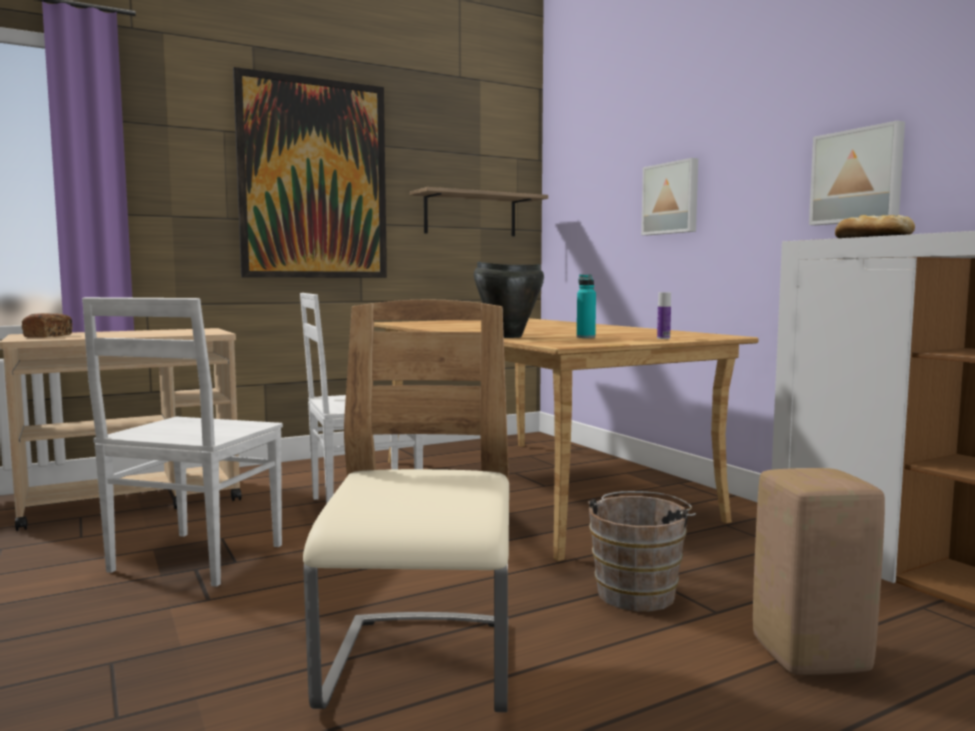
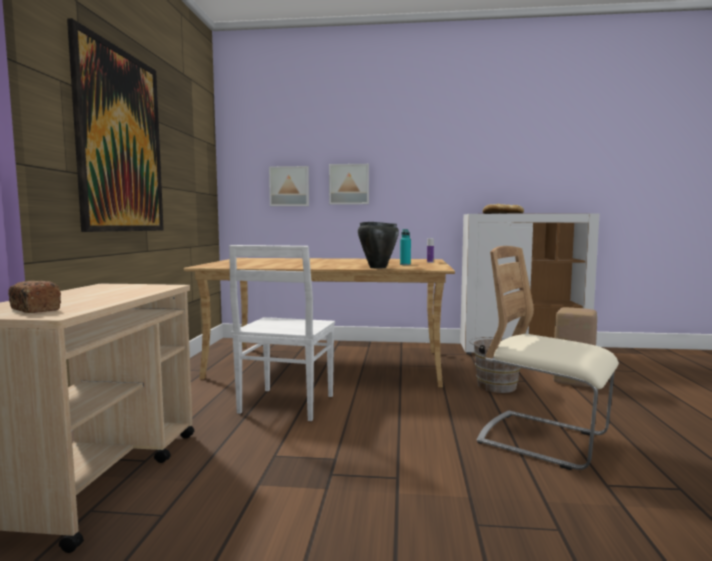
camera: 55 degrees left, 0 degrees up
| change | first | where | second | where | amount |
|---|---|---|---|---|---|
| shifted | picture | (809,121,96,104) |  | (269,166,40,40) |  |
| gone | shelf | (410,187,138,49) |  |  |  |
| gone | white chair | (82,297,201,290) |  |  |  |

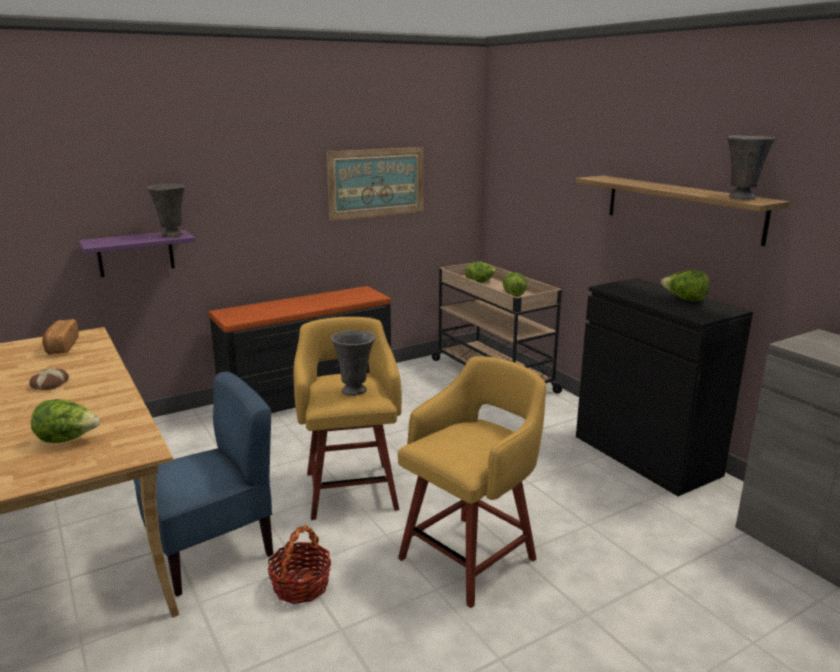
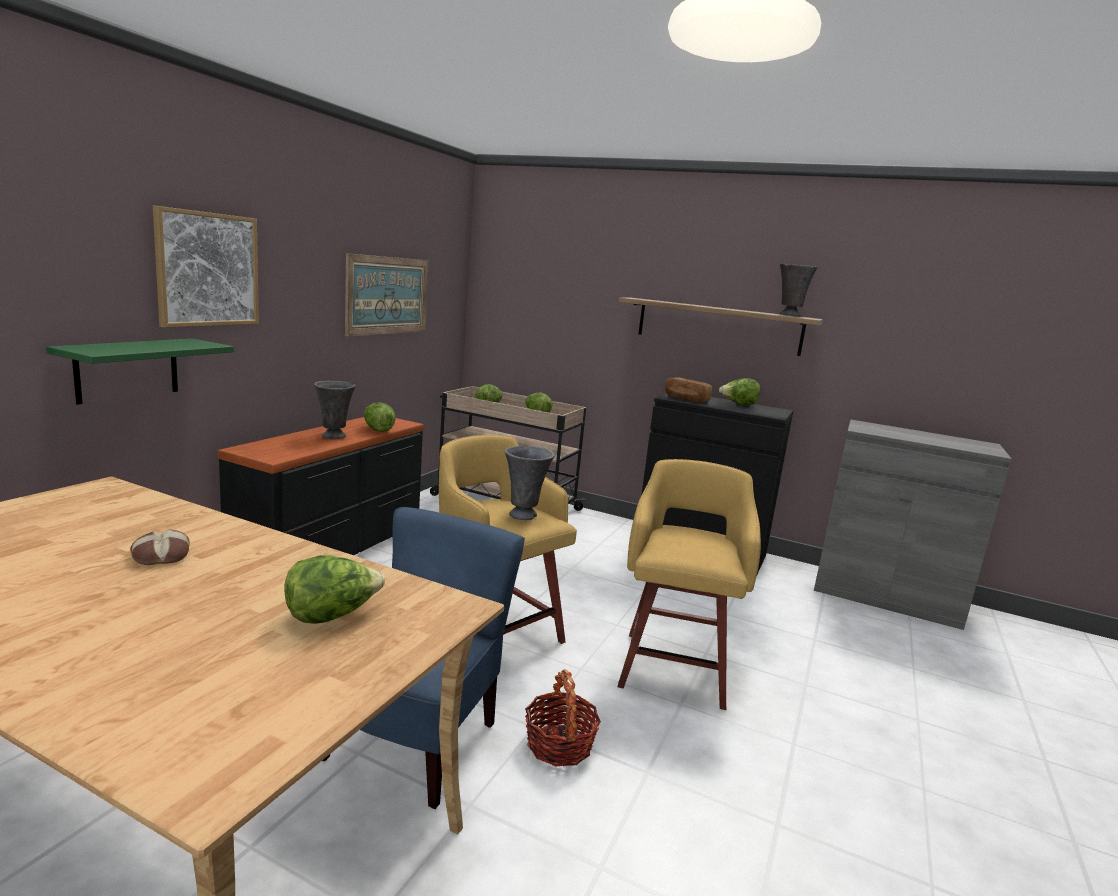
camera: 35 degrees left, 5 degrees down
| change | first | where | second | where | amount |
|---|---|---|---|---|---|
| shifted | grey vase | (147,184,38,53) |  | (314,381,42,58) |  |
| repainted | purple shelf | (78,230,118,47) | green shelf | (46,338,188,67) |  |
| shifted | bread | (42,319,37,36) |  | (665,377,47,26) |  |
| new |  |  | picture | (153,206,106,121) |  |
| new |  |  | lettuce | (364,402,32,30) |  |

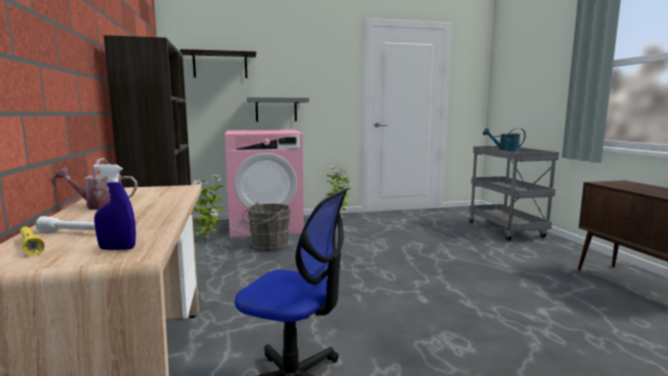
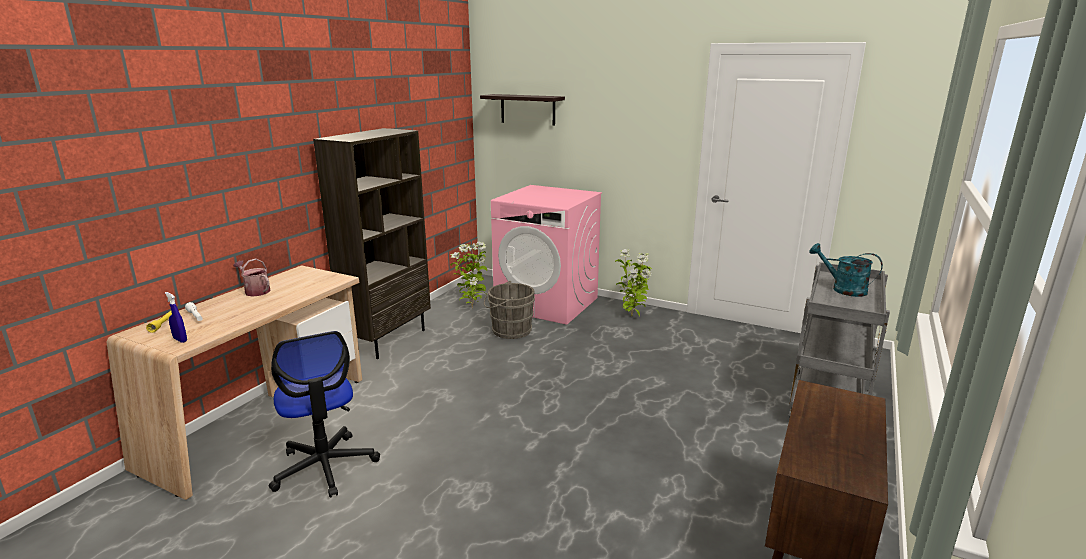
camera: 40 degrees right, 10 degrees up
| change | first | where | second | where | amount |
|---|---|---|---|---|---|
| gone | grey shelf | (247,97,62,25) |  |  |  |

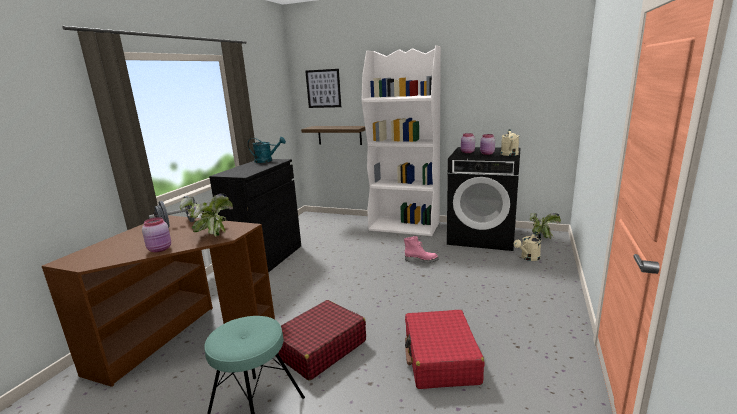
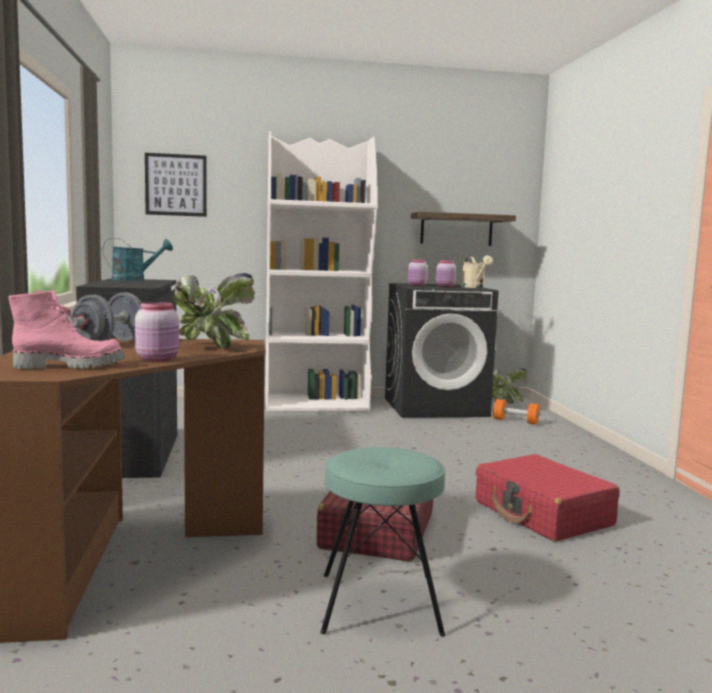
camera: 30 degrees left, 10 degrees down
| change | first | where | second | where | amount |
|---|---|---|---|---|---|
| shifted | shelf | (301,126,65,19) |  | (411,212,105,34) |  |
| swapped | beige watering can | (514,232,27,29) | orange dumbbell | (493,399,47,26) |  |
| shifted | pink boot | (404,236,34,27) |  | (8,289,117,80) |  |

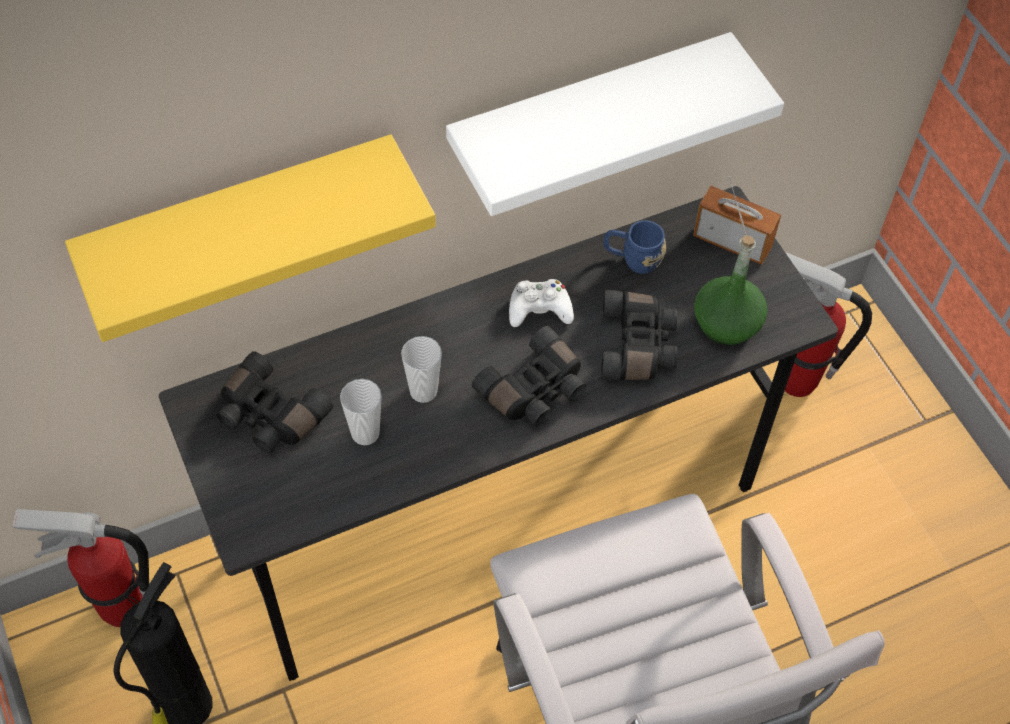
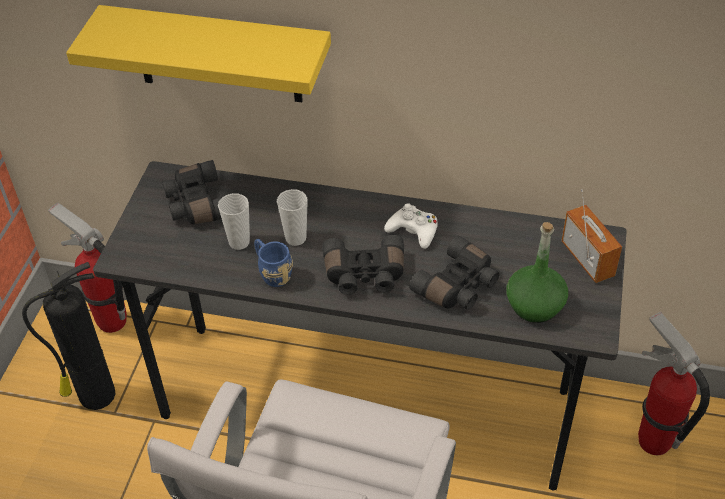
camera: 40 degrees right, 10 degrees down
| change | first | where | second | where | amount |
|---|---|---|---|---|---|
| gone | white shelf | (446,32,338,184) |  |  |  |
| shifted | blue mug | (603,220,63,54) |  | (254,239,39,48) |  |

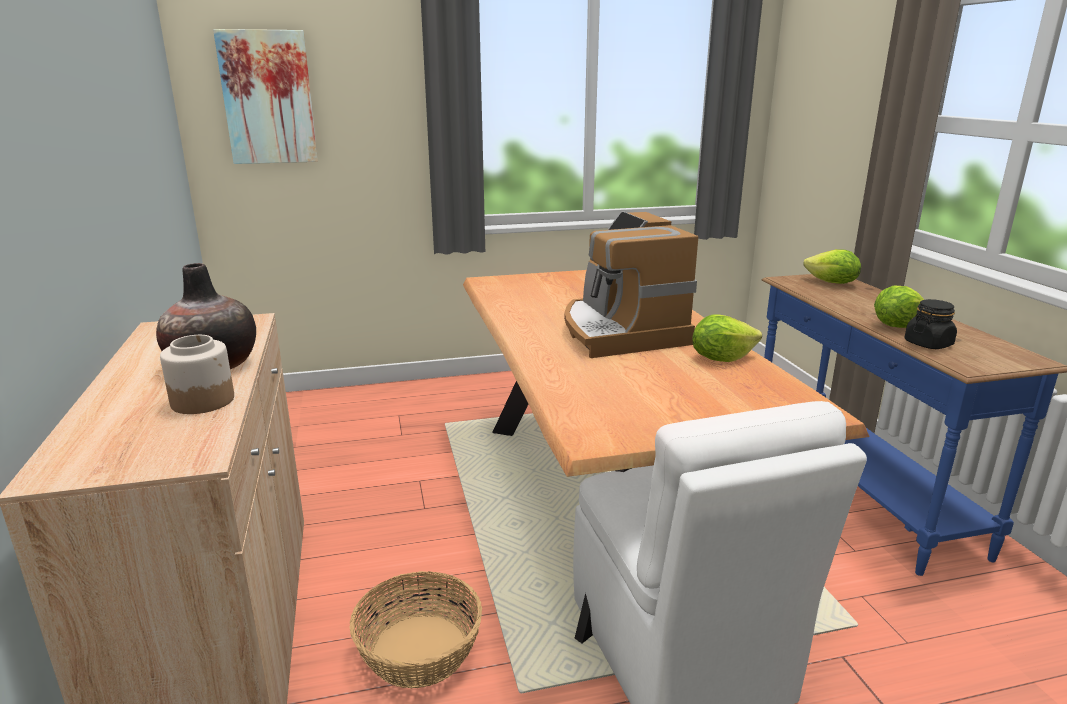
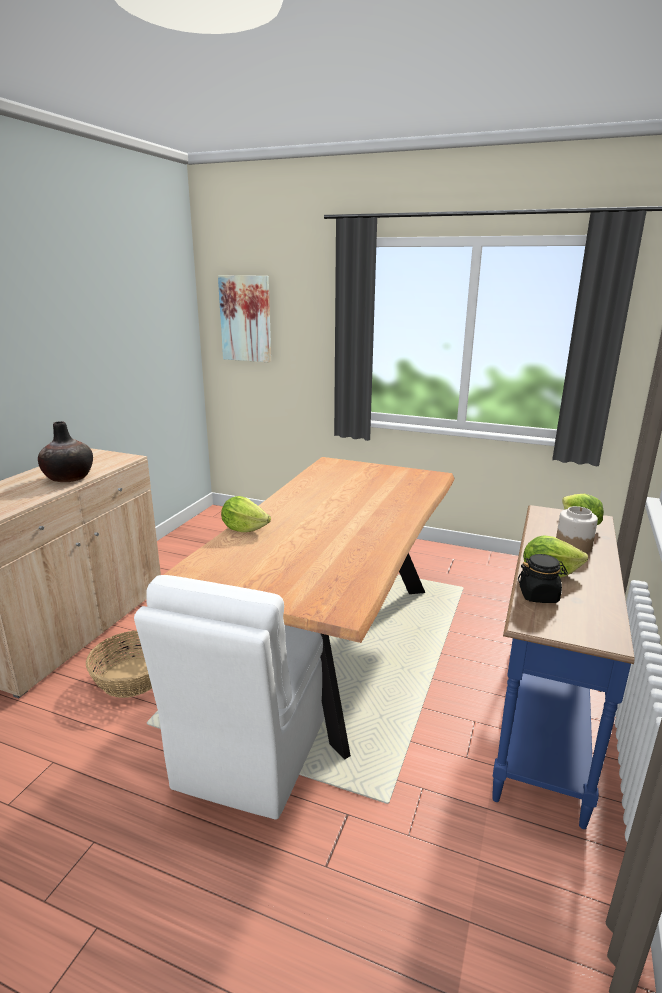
camera: 35 degrees right, 0 degrees up
| change | first | where | second | where | amount |
|---|---|---|---|---|---|
| gone | coffee machine | (564,211,134,147) |  |  |  |
| shifted | lettuce | (692,314,70,48) |  | (221,496,50,36) |  |
| shifted | jar | (160,335,74,79) |  | (556,506,42,47) |  |

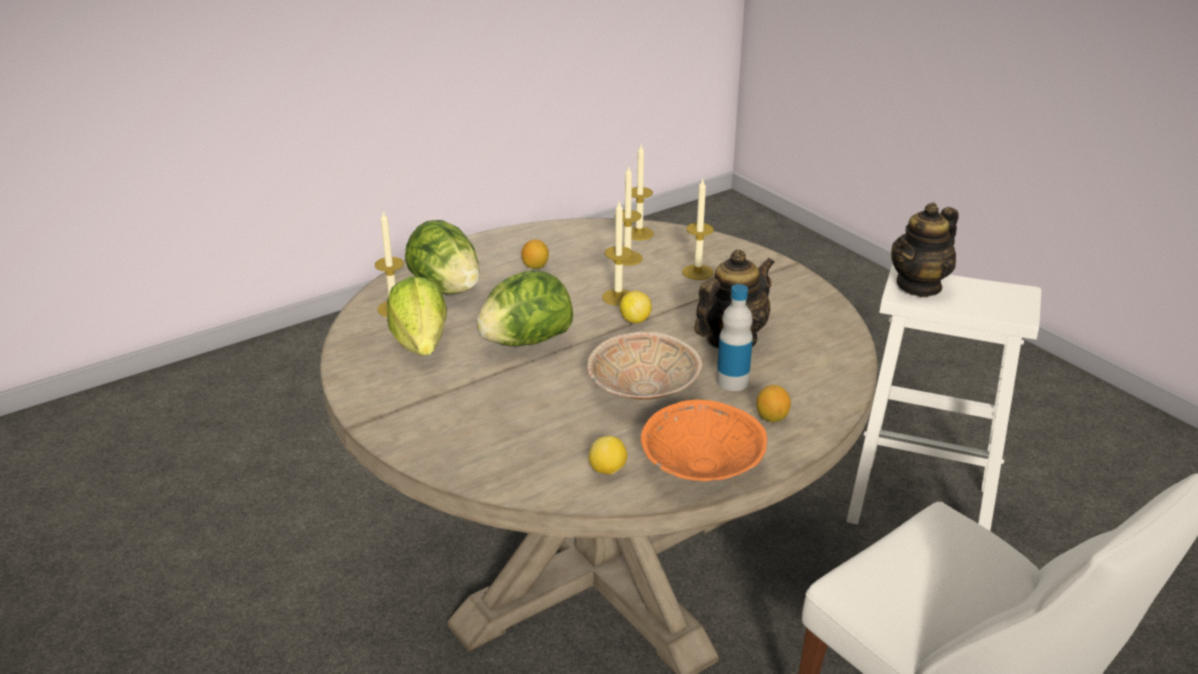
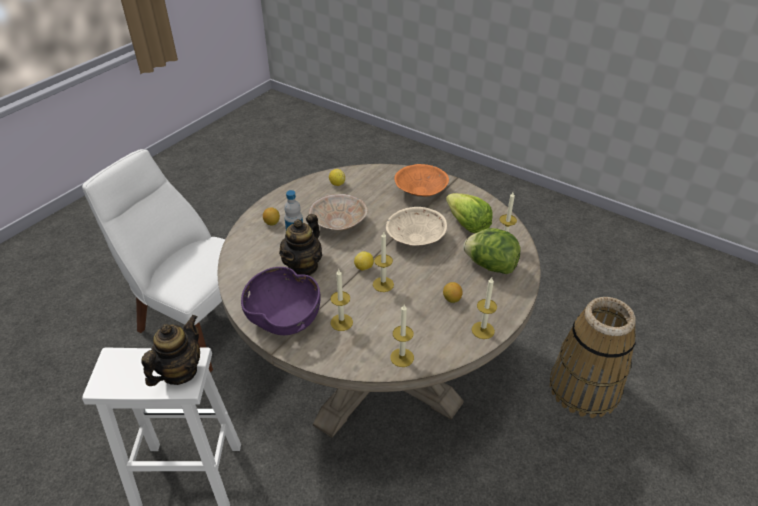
camera: 160 degrees right, 10 degrees up
| change | first | where | second | where | amount |
|---|---|---|---|---|---|
| shifted | candle | (613,167,30,99) |  | (472,277,25,62) |  |
| swapped | lettuce | (476,270,97,76) | beige bowl | (386,207,61,39) |  |
| shifted | orange bowl | (641,400,126,81) |  | (394,164,55,33) |  |
| new |  |  | purple bowl | (241,267,79,68) |  |
| new |  |  | basket | (550,297,86,121) |  |

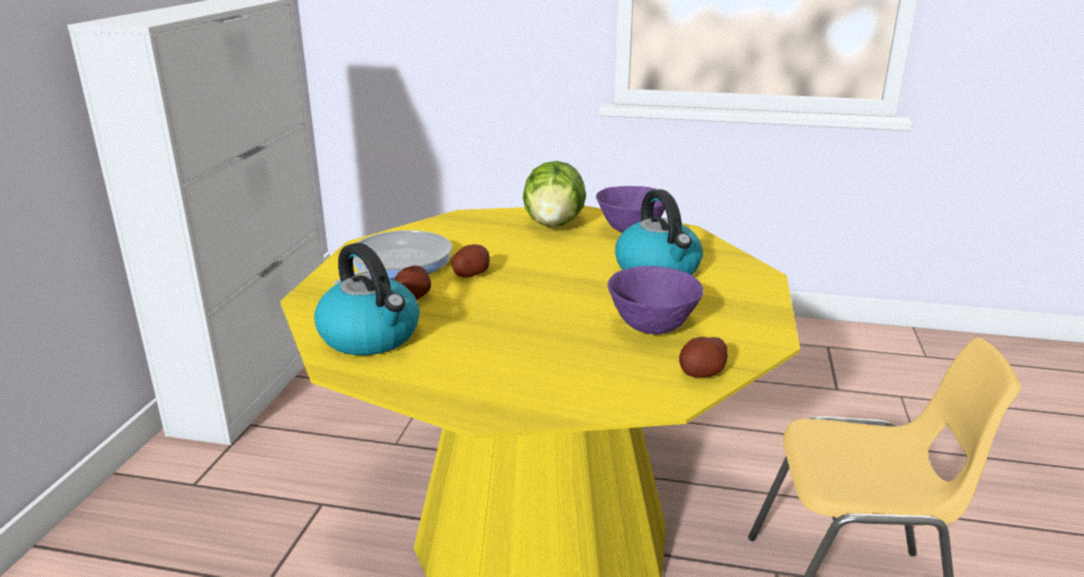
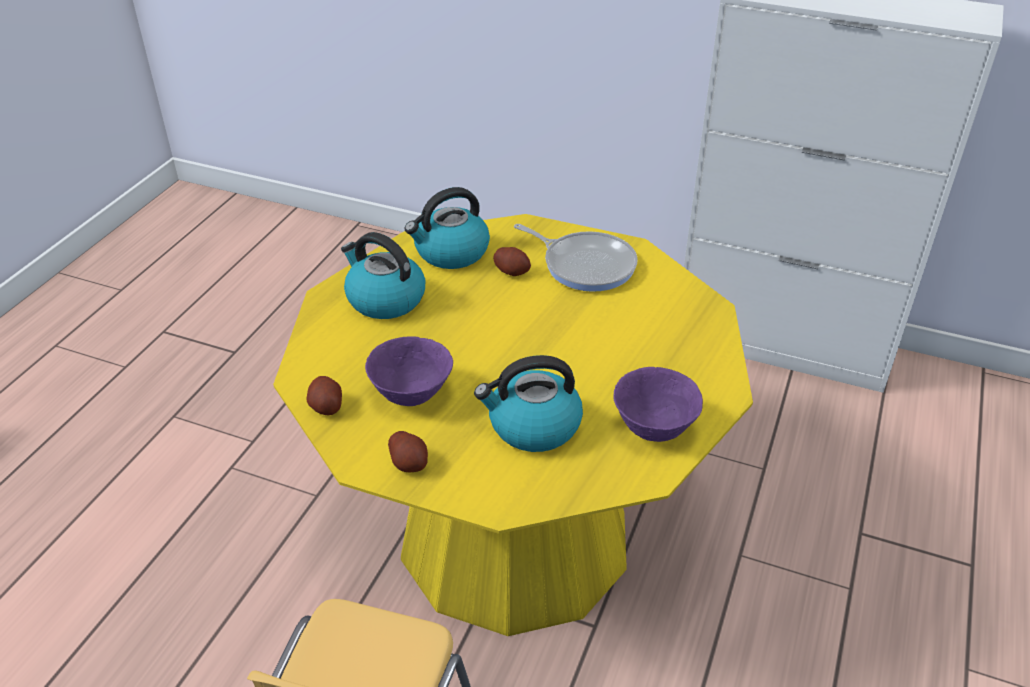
camera: 100 degrees right, 15 degrees up
| change | first | where | second | where | amount |
|---|---|---|---|---|---|
| gone | lettuce | (523,161,63,66) |  |  |  |
| shifted | potato | (452,244,38,33) |  | (388,431,40,41) |  |
| new |  |  | kettle | (341,232,84,87) |  |

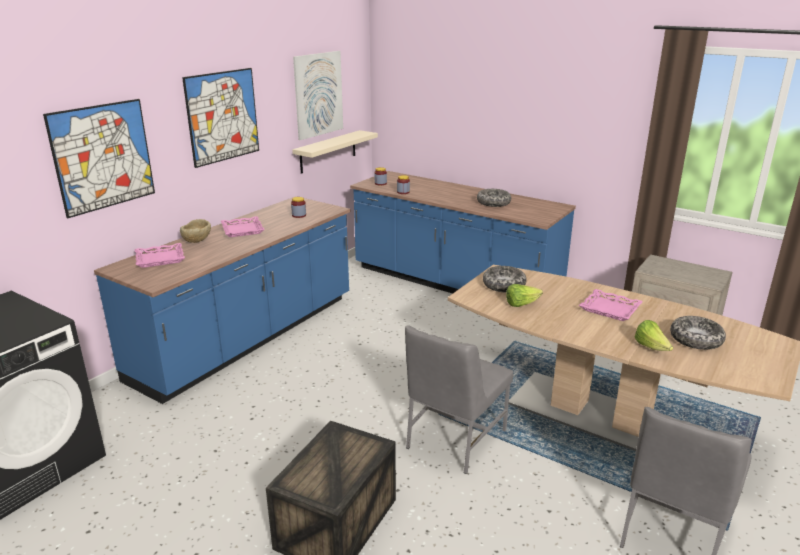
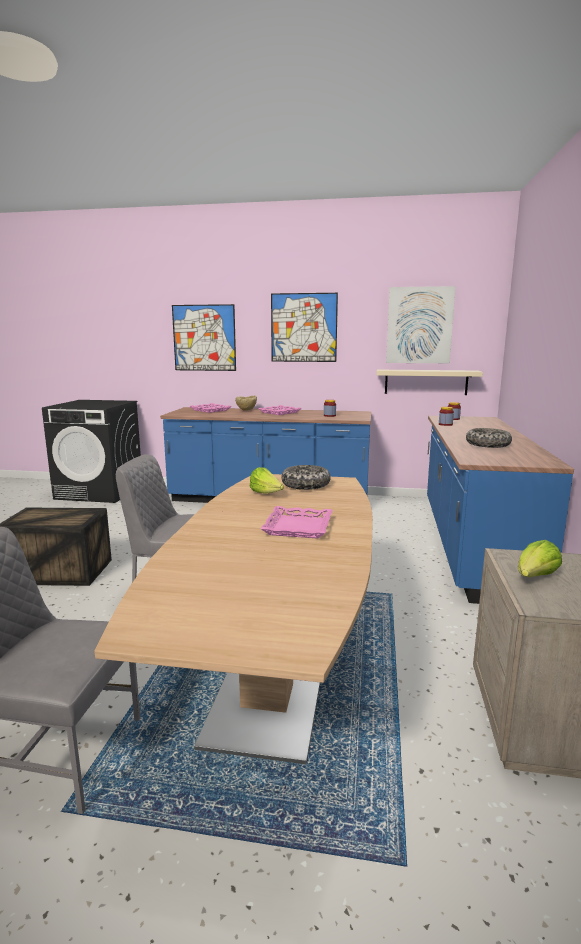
camera: 65 degrees right, 10 degrees down
| change | first | where | second | where | amount |
|---|---|---|---|---|---|
| gone | bowl | (670,316,56,34) |  |  |  |
| shifted | lettuce | (635,320,38,31) |  | (518,540,44,37) |  |

